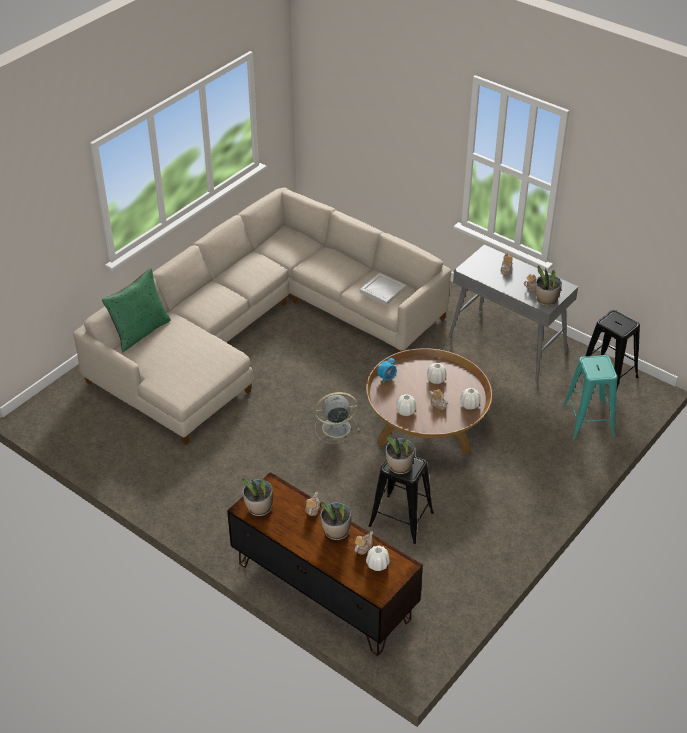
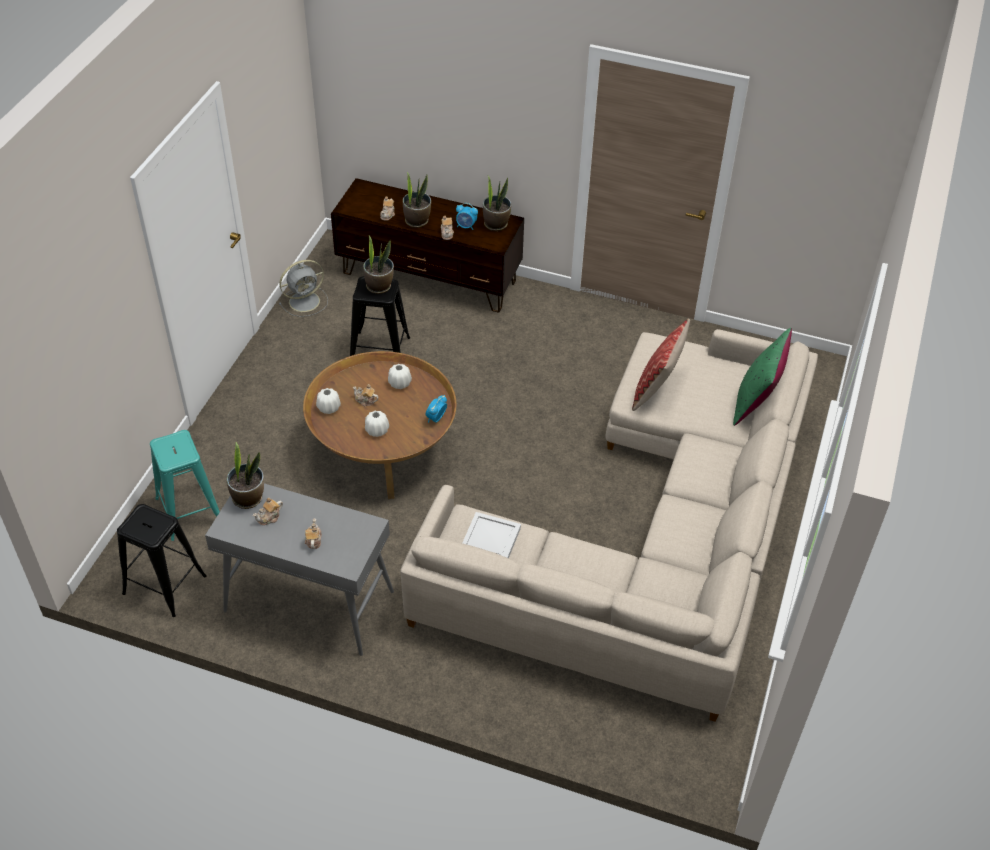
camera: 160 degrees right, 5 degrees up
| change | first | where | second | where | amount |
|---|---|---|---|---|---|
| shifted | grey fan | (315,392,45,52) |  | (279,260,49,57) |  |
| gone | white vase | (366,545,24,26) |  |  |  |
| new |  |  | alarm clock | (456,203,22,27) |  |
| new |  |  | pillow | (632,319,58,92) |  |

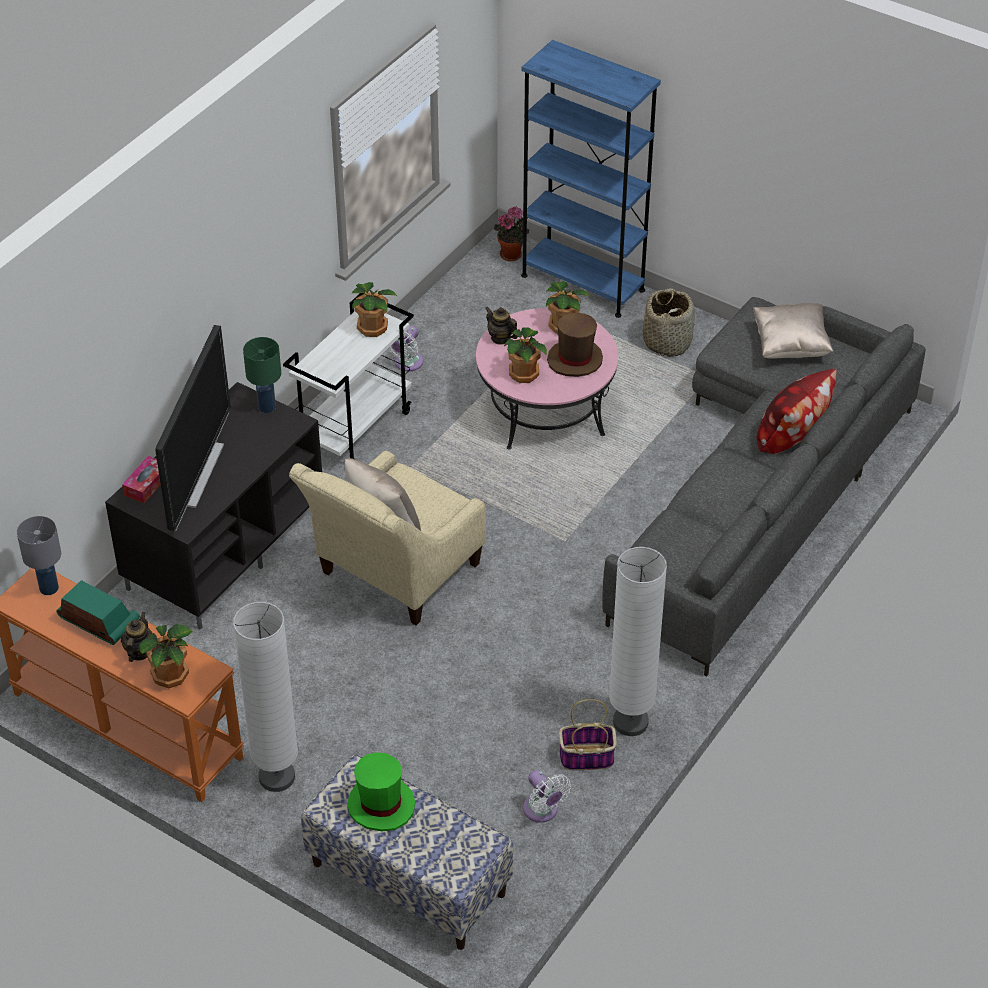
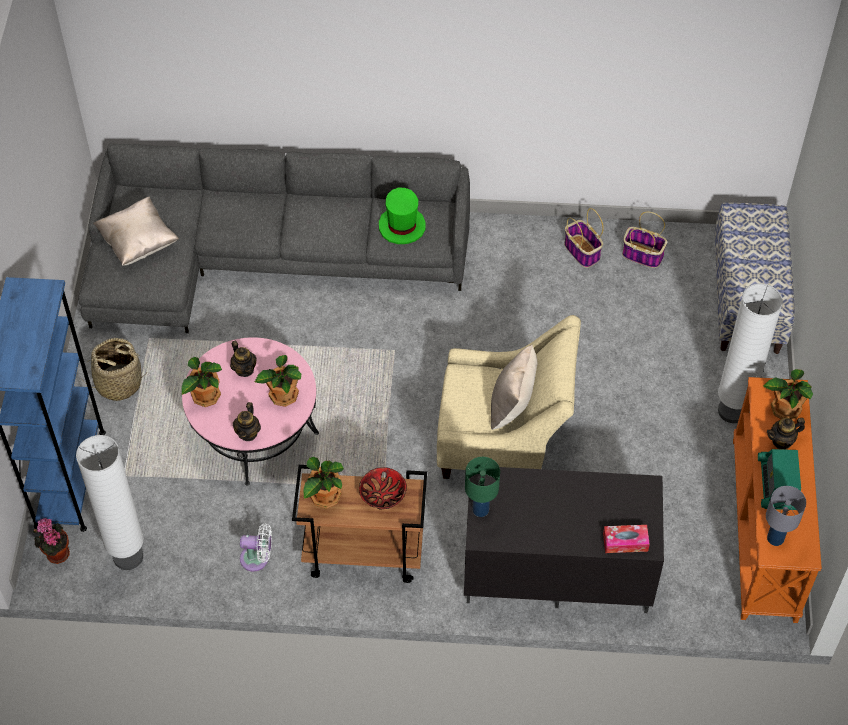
camera: 120 degrees left, 10 degrees up
| change | first | where | second | where | amount |
|---|---|---|---|---|---|
| repainted | white cart | (283,293,131,166) | brown cart | (292,465,135,118) |  |
| swapped | brown hat | (547,313,56,64) | teapot | (230,341,26,36) |  |
| gone | television | (155,325,76,206) |  |  |  |
| gone | pillow | (756,369,81,85) |  |  |  |
| shifted | white floor lamp | (609,547,58,189) |  | (76,435,67,135) |  |
| shifted | green hat | (347,752,68,79) |  | (379,187,46,57) |  |
| swapped | white fan | (523,770,48,53) | basket | (622,212,45,56) |  |
| new |  |  | bowl | (359,467,48,43) |  |

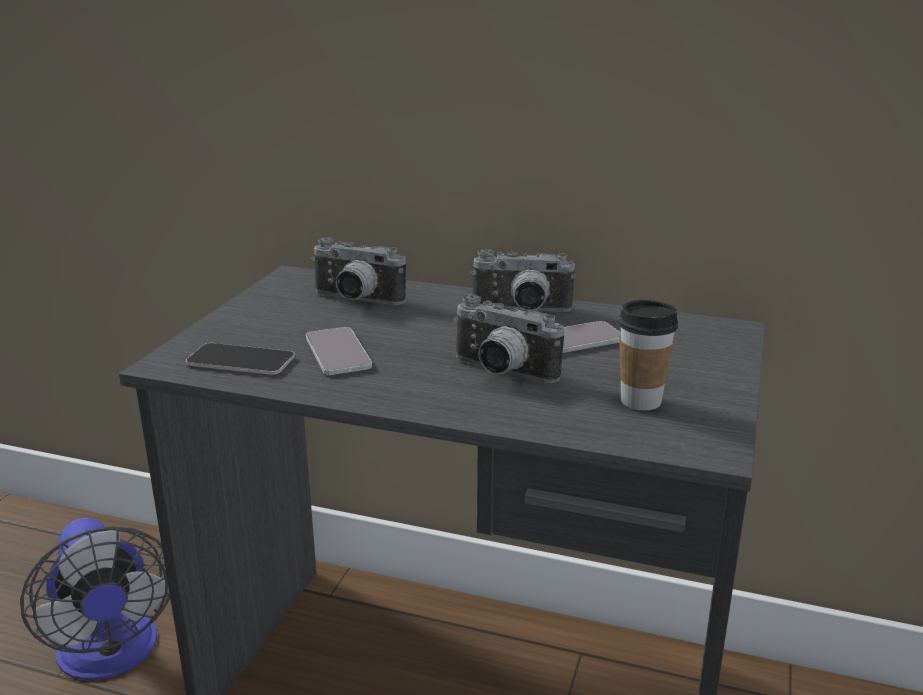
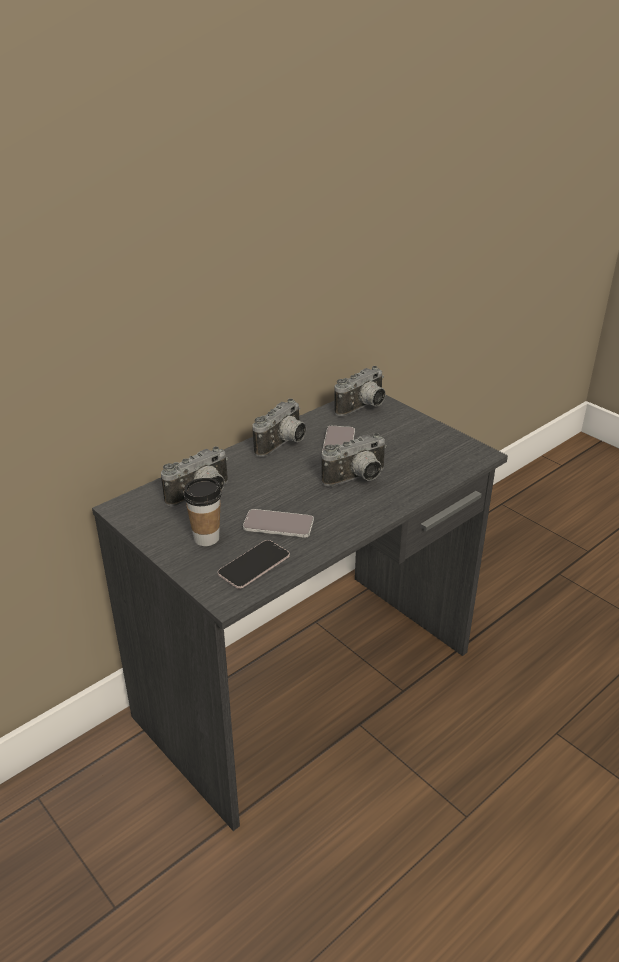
camera: 60 degrees left, 10 degrees up
| change | first | where | second | where | amount |
|---|---|---|---|---|---|
| shifted | cup | (618,300,60,111) |  | (184,478,37,68) |  |
| gone | fan | (20,518,150,162) |  |  |  |
| new |  |  | photo camera | (334,366,52,50) |  |

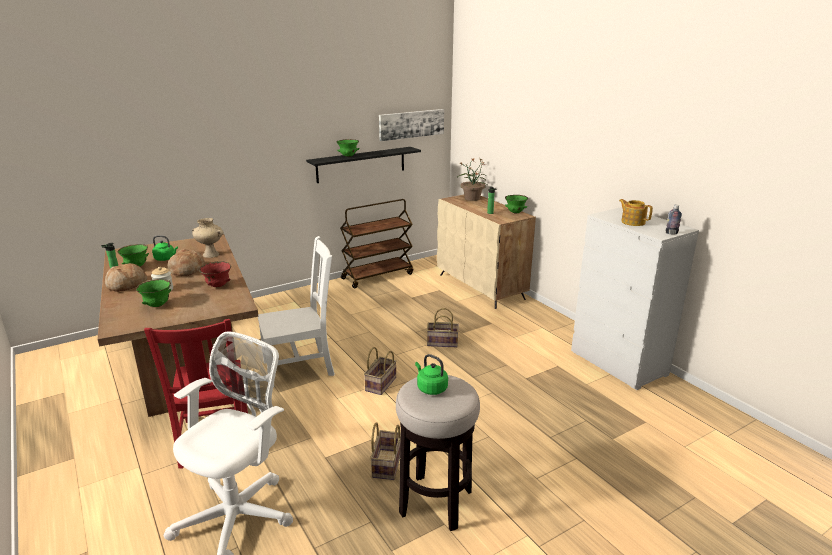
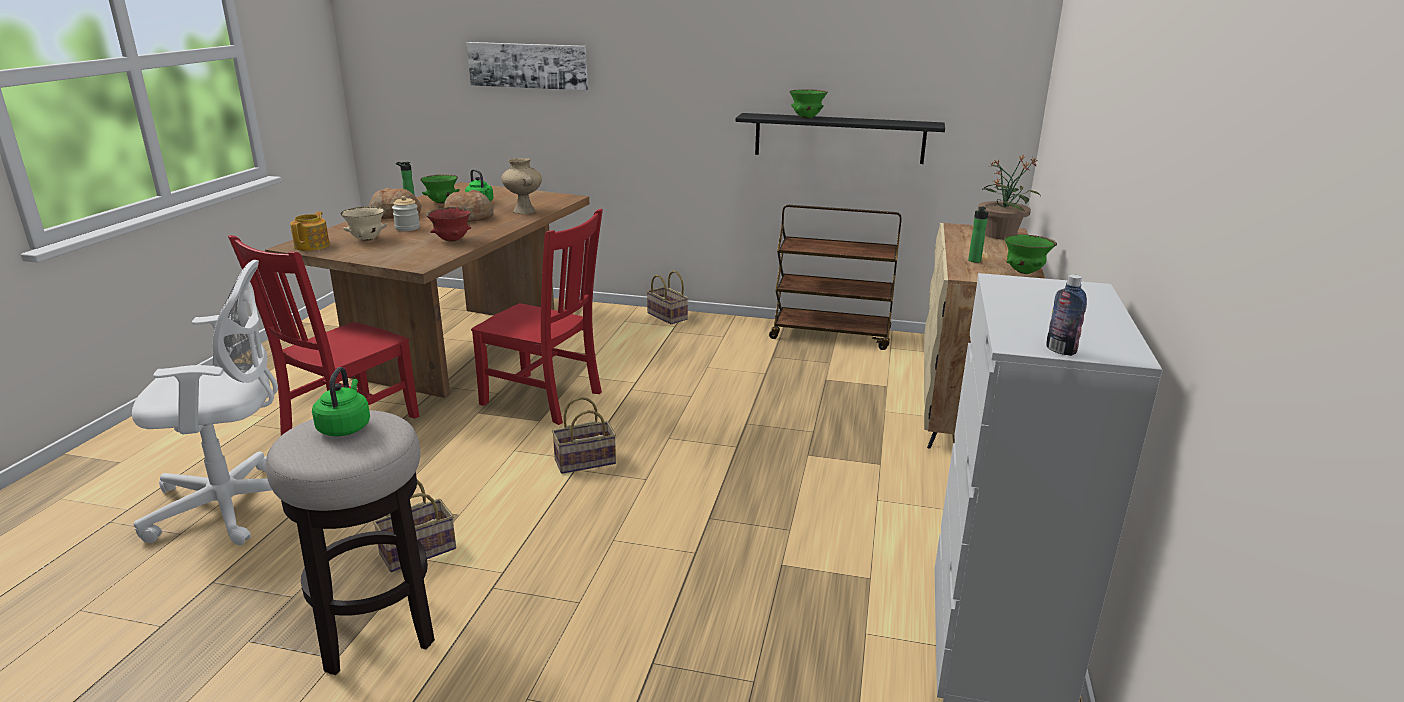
camera: 45 degrees right, 0 degrees up
| change | first | where | second | where | amount |
|---|---|---|---|---|---|
| shifted | picture | (379,109,65,32) |  | (467,42,121,49) |  |
| shifted | teapot | (619,199,34,27) |  | (290,211,40,40) |  |
| repainted | white chair | (258,236,77,151) | red chair | (471,209,132,216) |  |
| repainted | green bowl | (136,279,35,28) | beige bowl | (340,206,48,35) |  |
| shifted | basket | (427,308,32,39) |  | (646,271,42,53) |  |

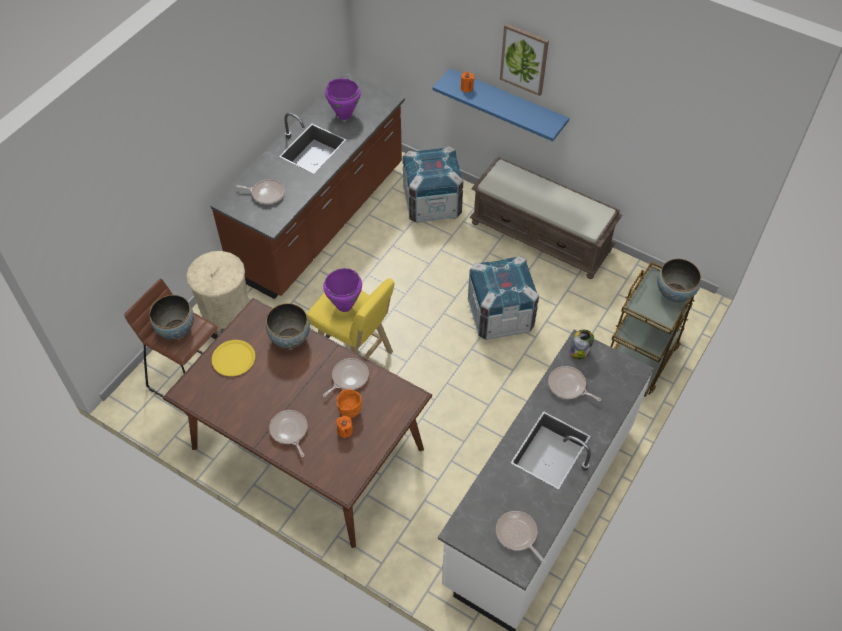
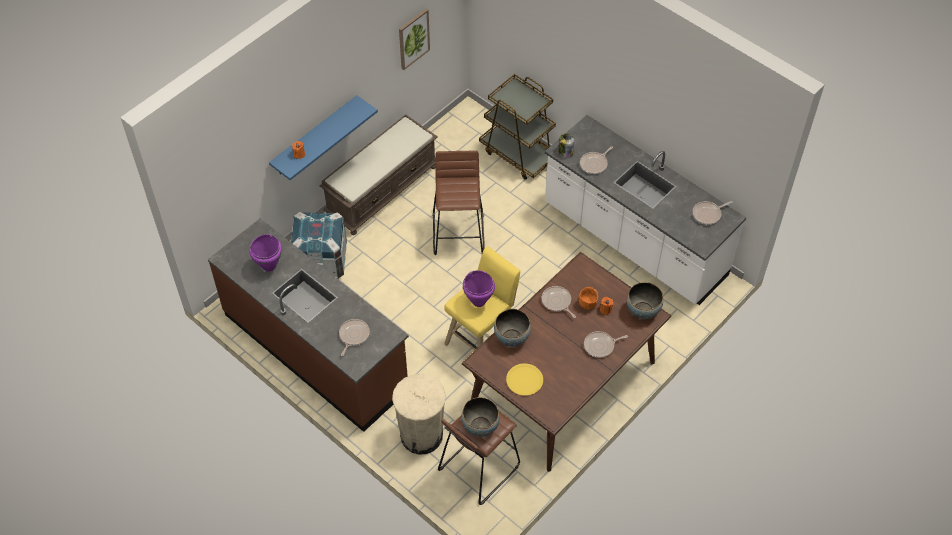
camera: 80 degrees left, 0 degrees up
| change | first | where | second | where | amount |
|---|---|---|---|---|---|
| shifted | picture | (500,24,49,72) |  | (399,9,31,61) |  |
| swapped | crate | (468,256,71,84) | brown stool | (433,150,51,105) |  |
| shifted | bowl | (657,259,44,44) |  | (627,282,36,37) |  |

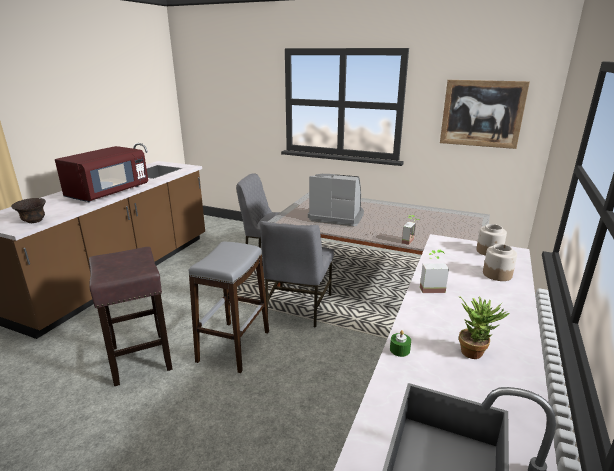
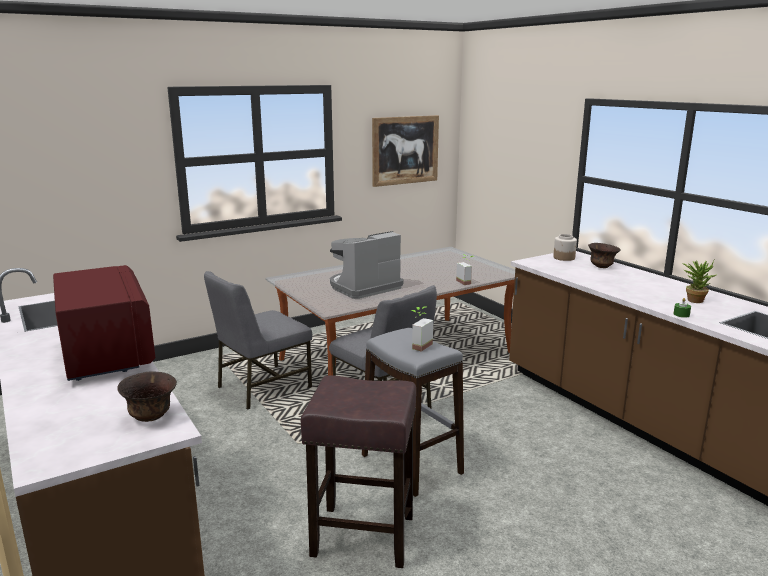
camera: 55 degrees left, 5 degrees down
| change | first | where | second | where | amount |
|---|---|---|---|---|---|
| swapped | jar | (483,244,34,37) | brown bowl | (588,243,33,25) |  |
| shifted | potted plant | (420,250,29,43) |  | (411,306,22,46) |  |

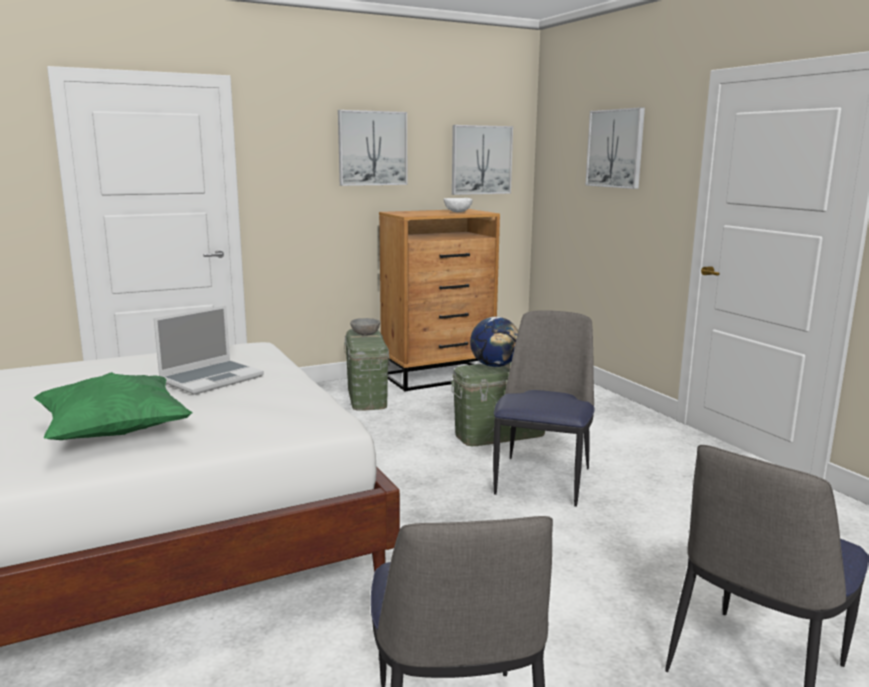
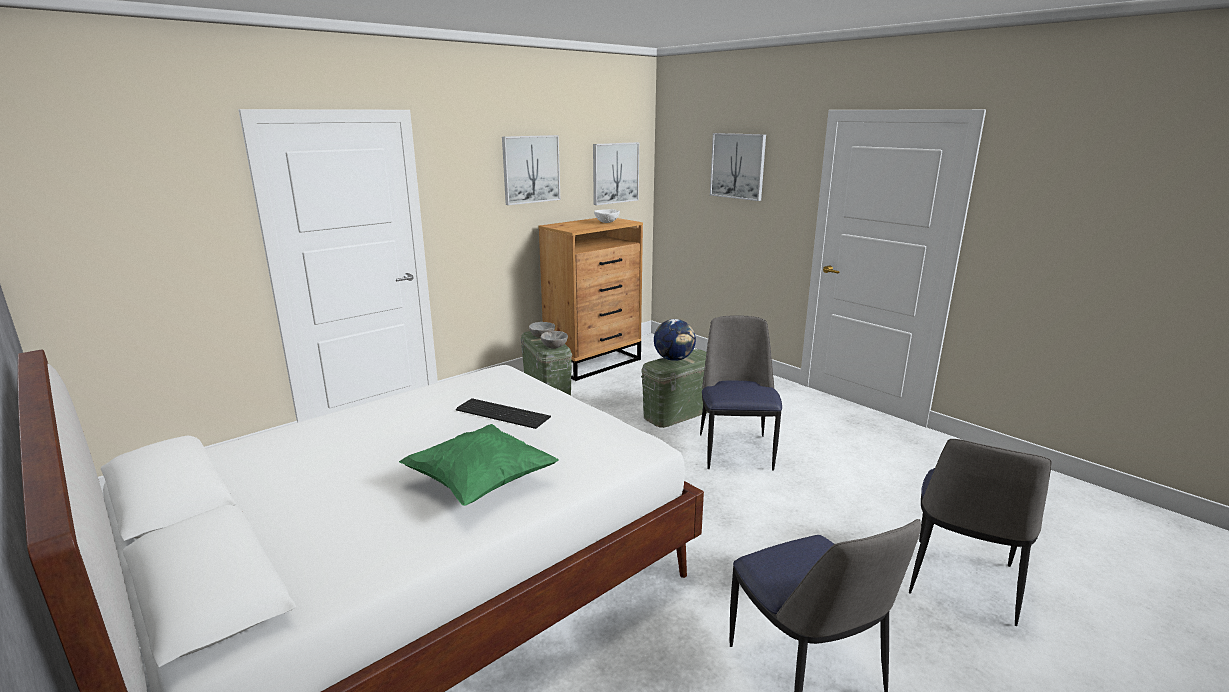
camera: 15 degrees left, 5 degrees up
| change | first | where | second | where | amount |
|---|---|---|---|---|---|
| swapped | laptop | (154,305,110,90) | keyboard | (456,398,95,31) |  |
| new |  |  | grey bowl | (540,331,28,18) |  |

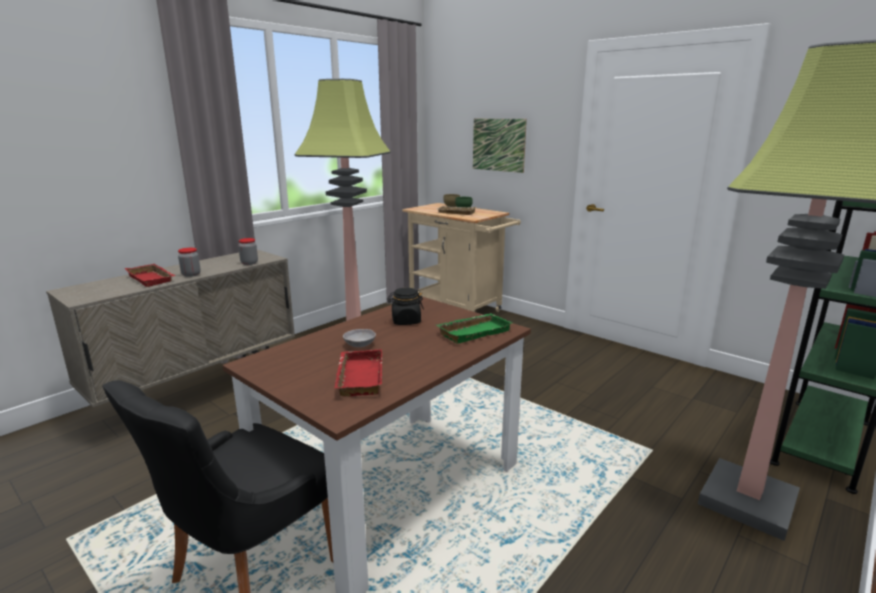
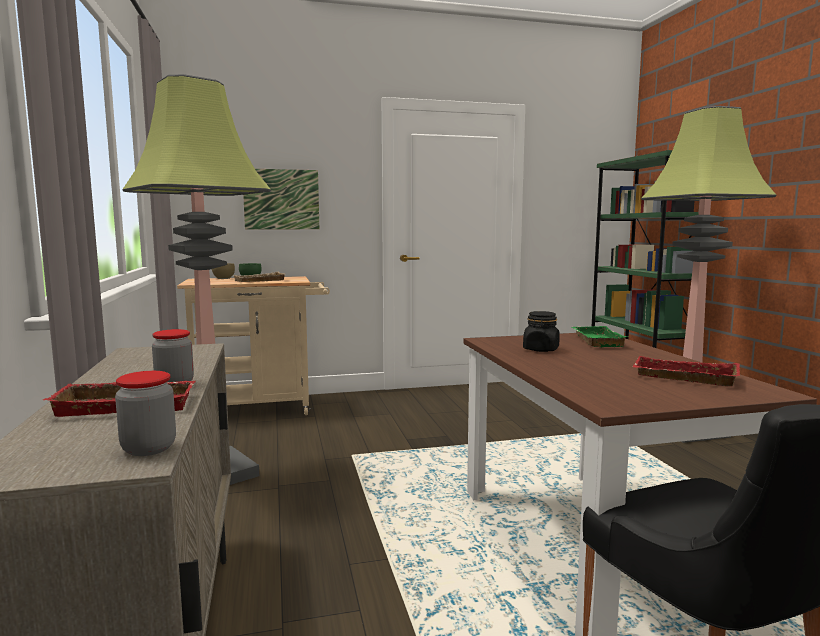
camera: 55 degrees left, 10 degrees down
| change | first | where | second | where | amount |
|---|---|---|---|---|---|
| shifted | jar | (238,238,20,27) |  | (115,371,61,85) |  |
| gone | grey bowl | (343,329,33,18) |  |  |  |

